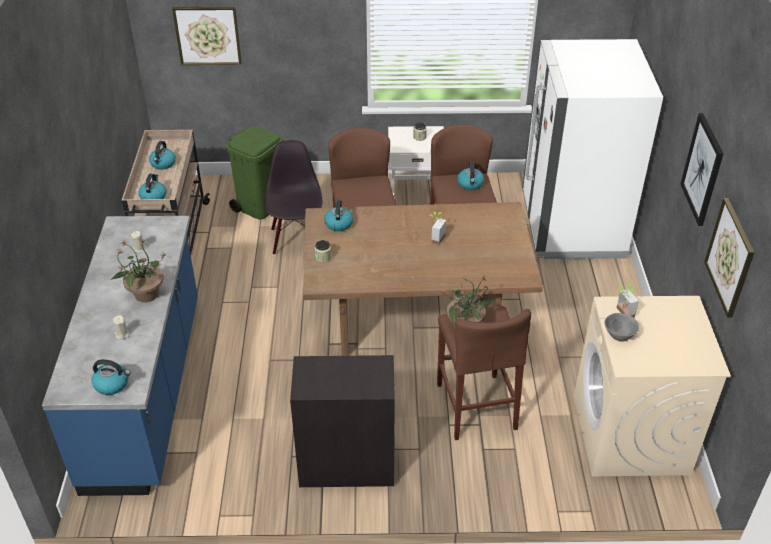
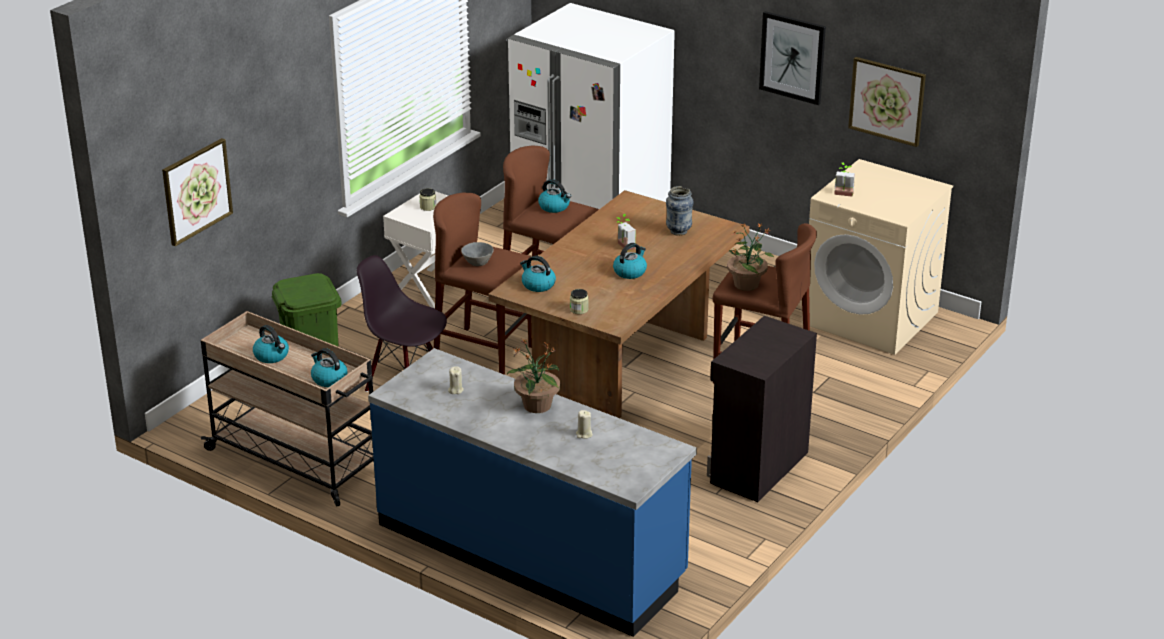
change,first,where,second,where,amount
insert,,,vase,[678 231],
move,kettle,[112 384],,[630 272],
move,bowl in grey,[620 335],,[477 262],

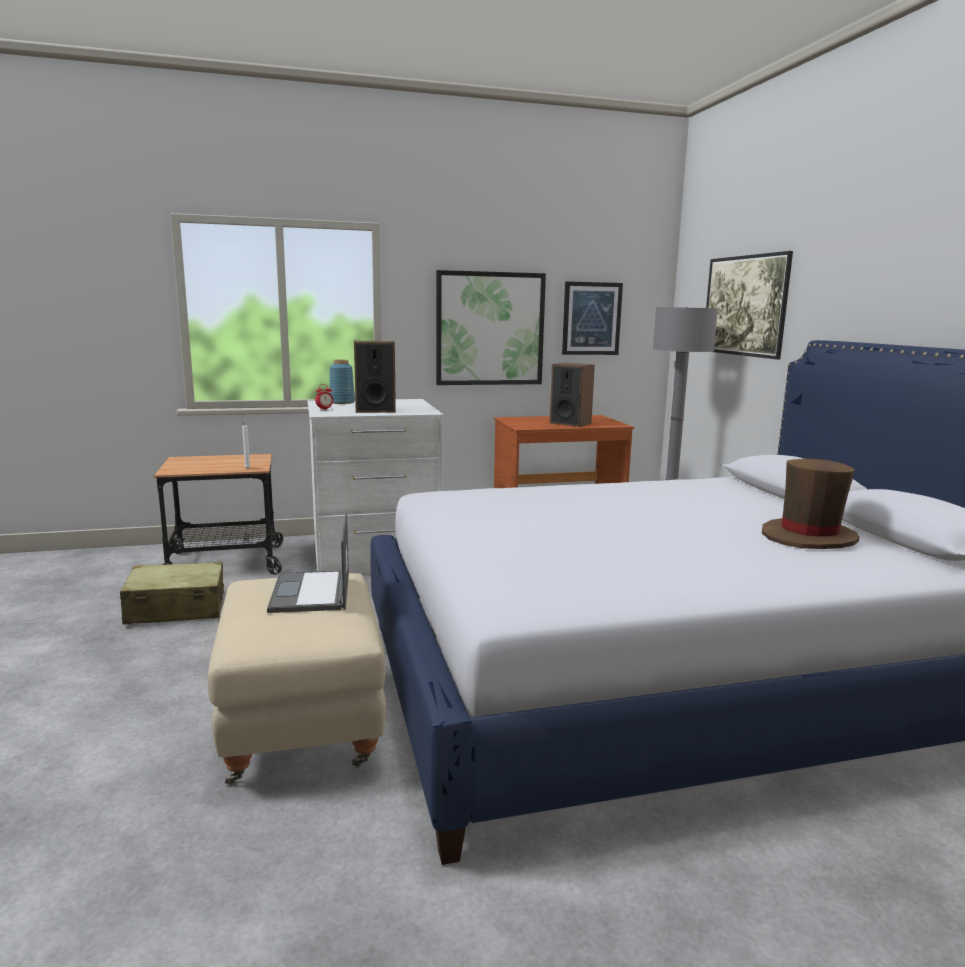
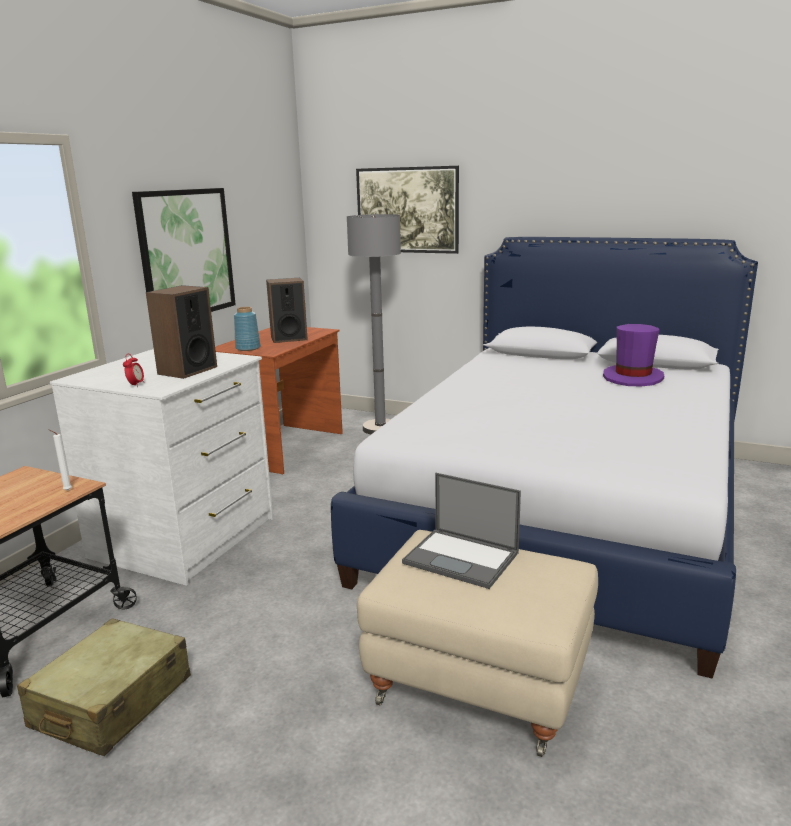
change,first,where,second,where,amount
delete,picture,[591 318],,,
move,vase in blue,[342 402],,[248 348],
recolor,hat in brown,[808 537],hat in purple,[633 377],

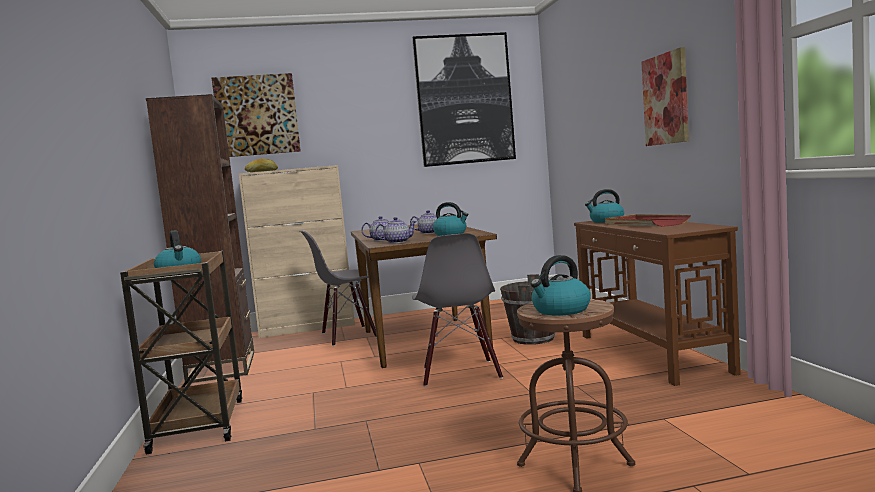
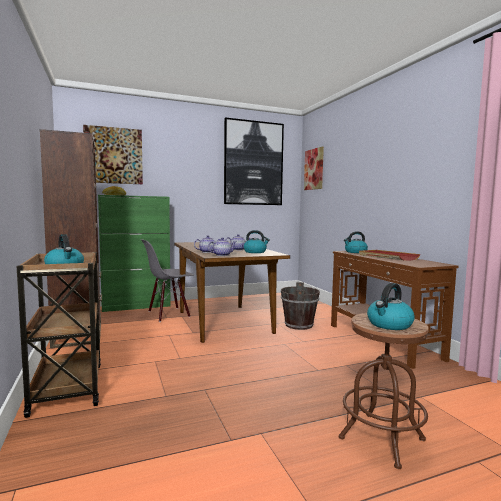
change,first,where,second,where,amount
delete,chair in grey,[460 373],,,
move,picture,[666 99],,[314 169],
recolor,cabinet in beige,[308 328],cabinet in green,[137 306],

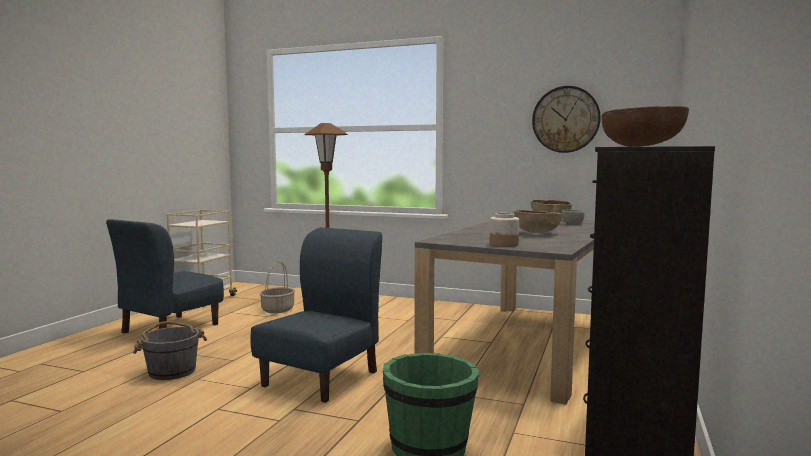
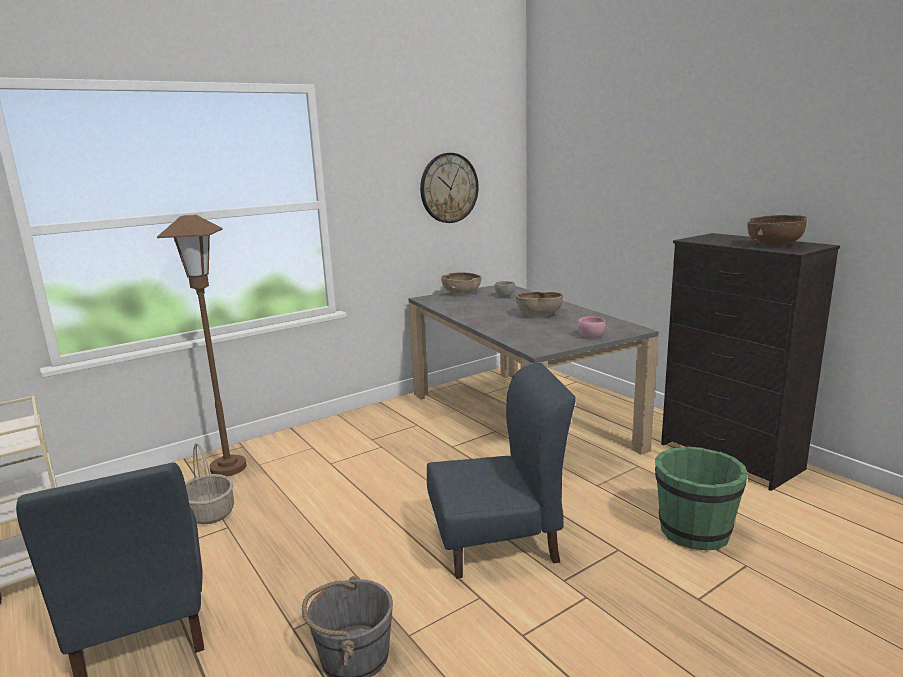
change,first,where,second,where,amount
replace,jar,[504 244],bowl in pink,[590 336],
rotate,chair in blue,[322 378],,[497 542],105 degrees clockwise

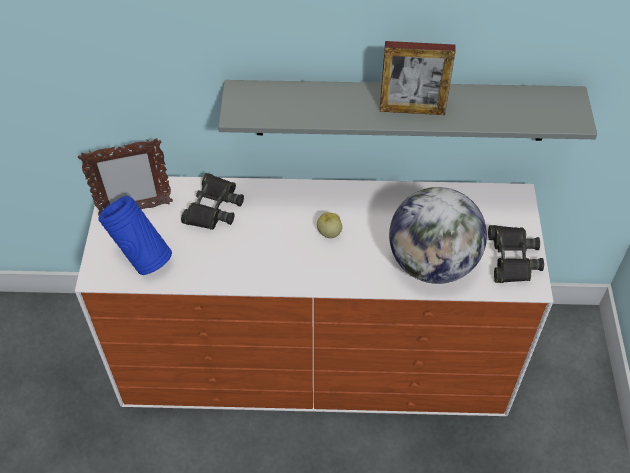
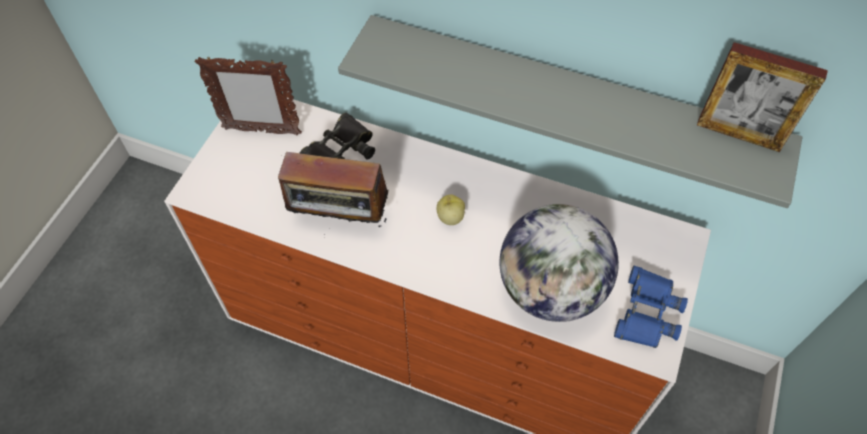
change,first,where,second,where,amount
delete,vase in blue,[141 259],,,
insert,,,radio,[339 218],
move,picture frame,[412 110],,[738 134],
recolor,binoculars in black,[512 258],binoculars in blue,[647 312],

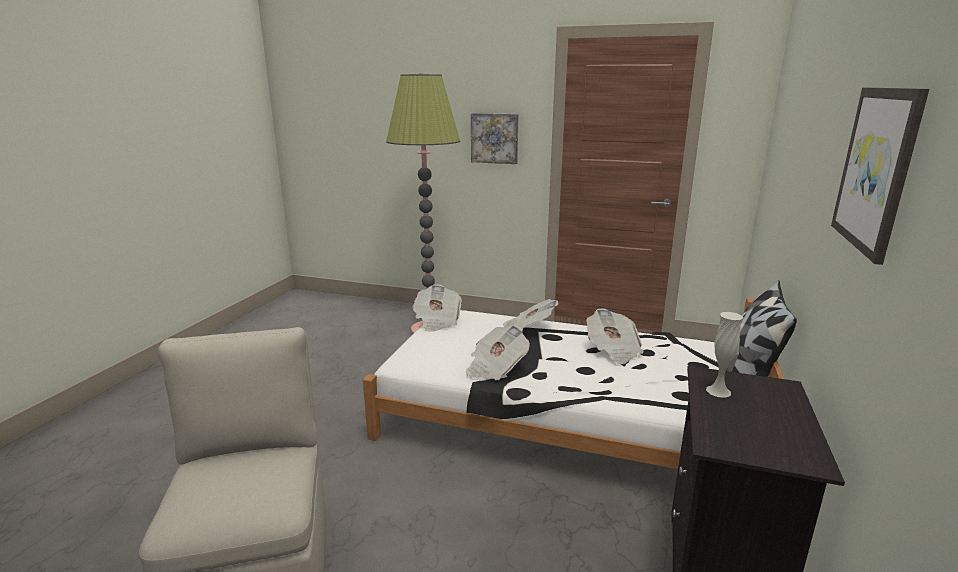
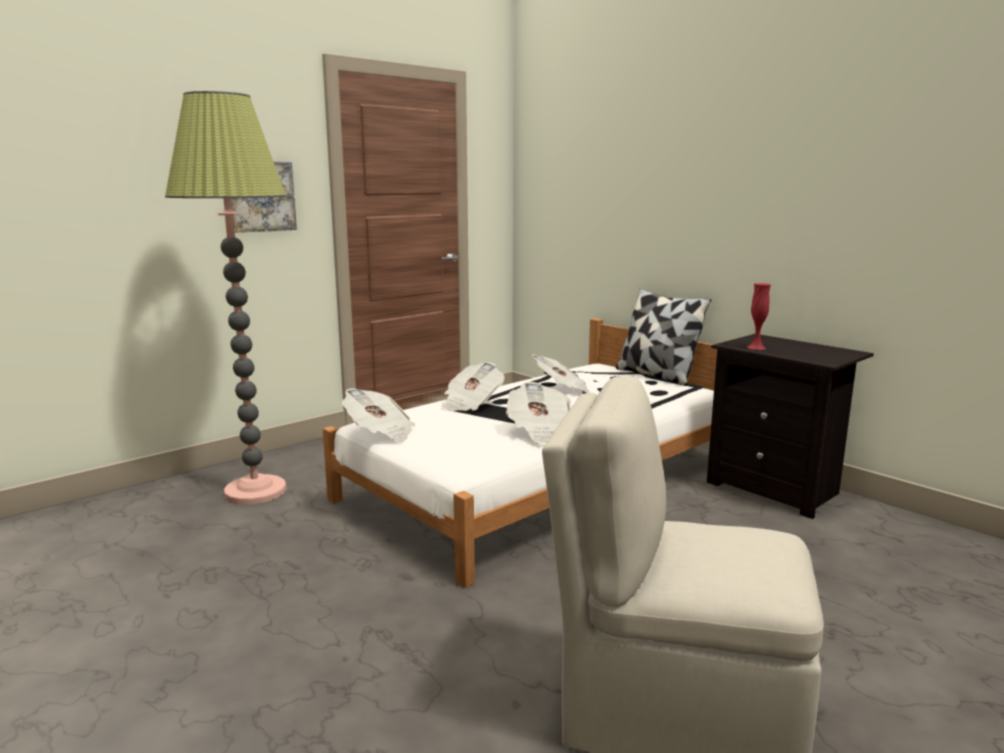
change,first,where,second,where,amount
delete,picture,[877 169],,,
recolor,vase in white,[718 391],vase in red,[756 347],

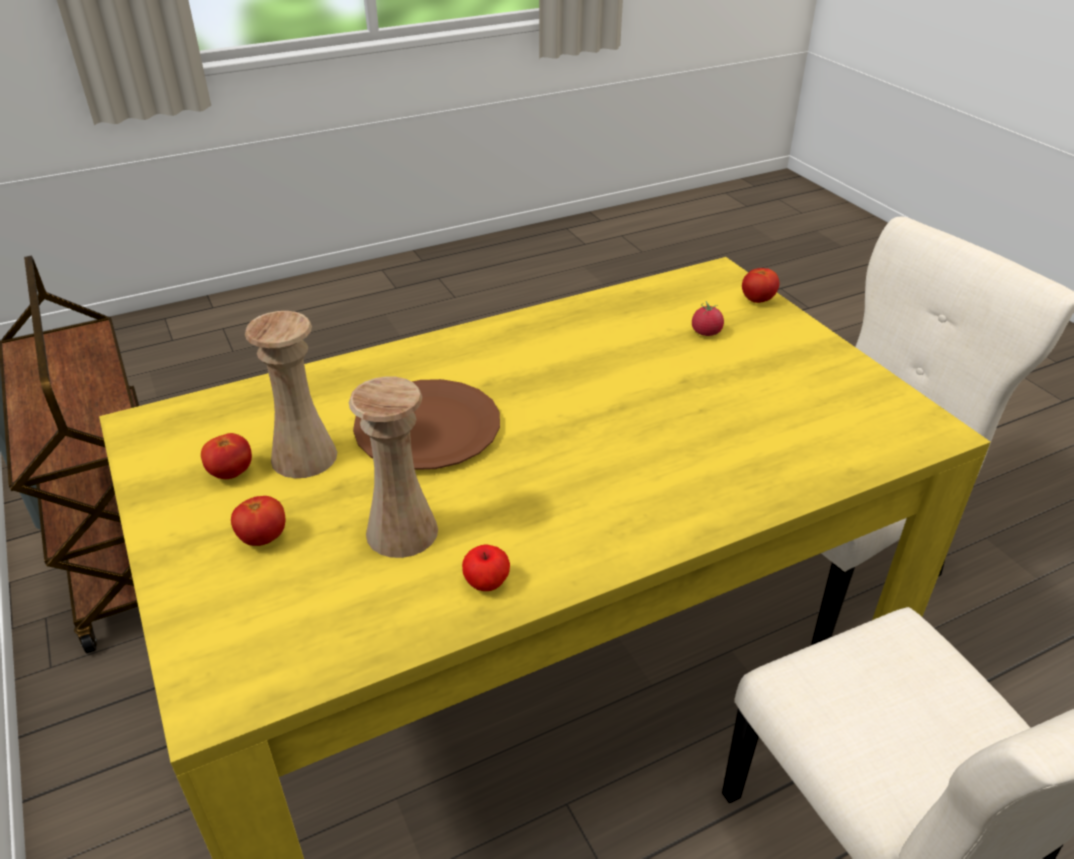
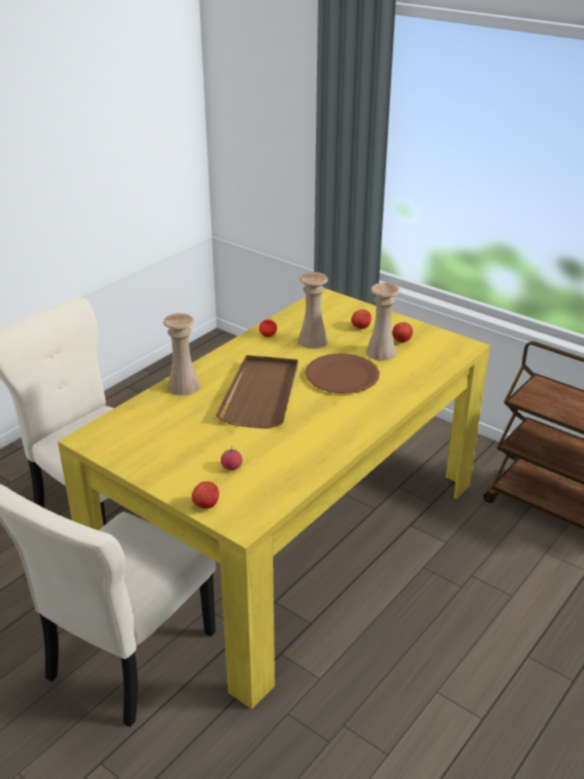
change,first,where,second,where,amount
insert,,,vase in beige,[183 386],
insert,,,tray in brown,[261 394],

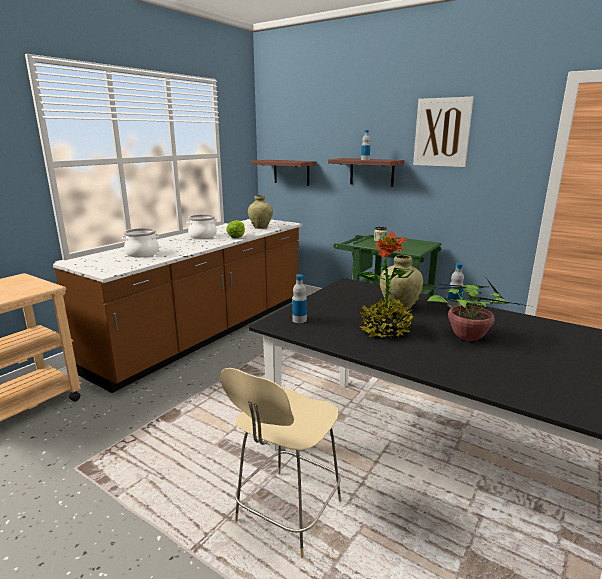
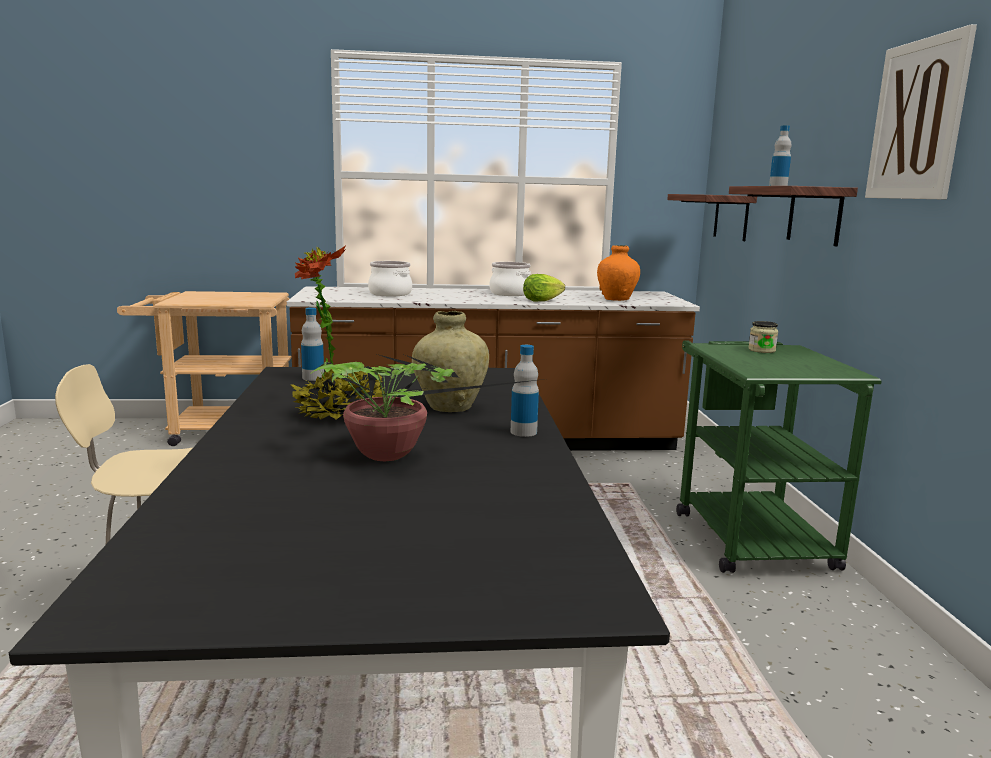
change,first,where,second,where,amount
recolor,vase in beige,[260 227],vase in orange,[616 299],

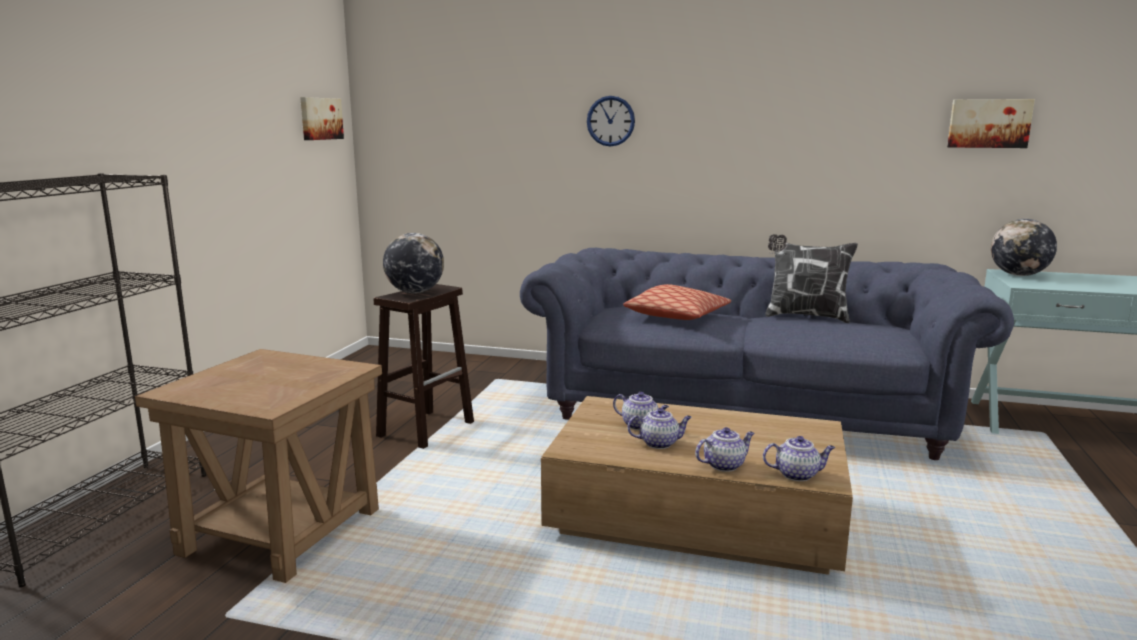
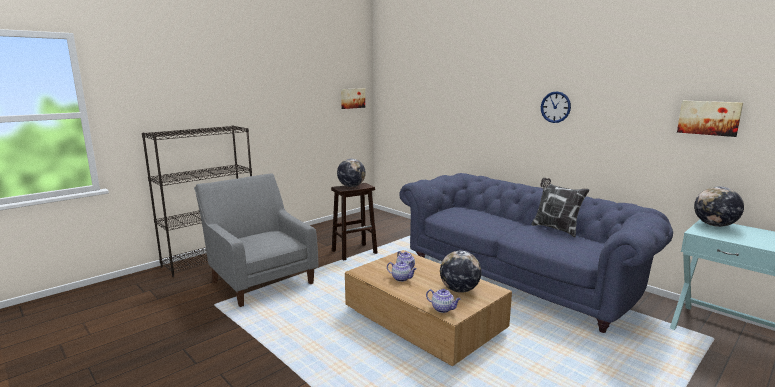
change,first,where,second,where,amount
delete,pillow,[677 316],,,
delete,teapot,[724 465],,,
insert,,,globe,[459 290],
move,wall clock,[610 121],,[555 107],
replace,side table in brown,[281 530],armchair in grey,[260 280],

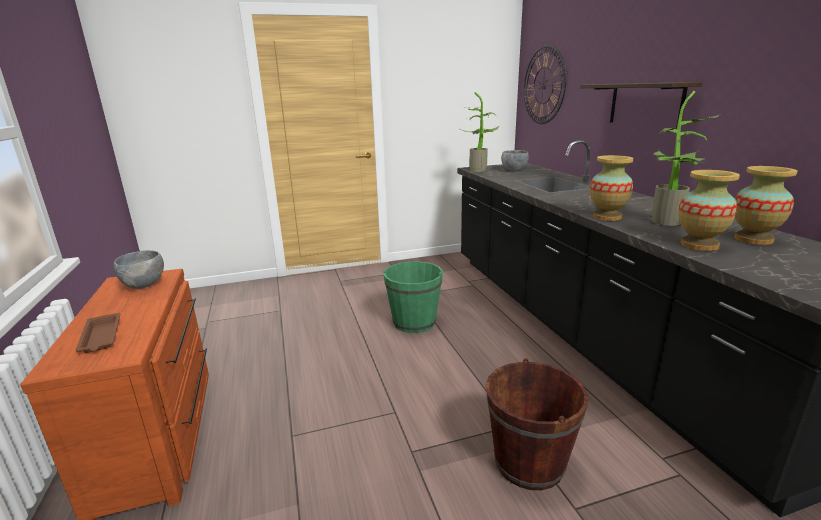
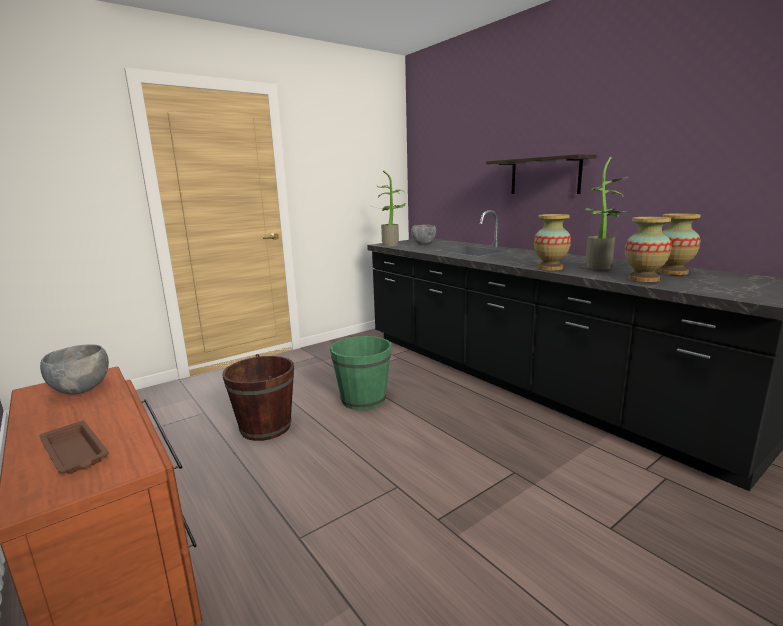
change,first,where,second,where,amount
delete,wall clock,[543 85],,,
move,bucket in brown,[529 462],,[265 427],

